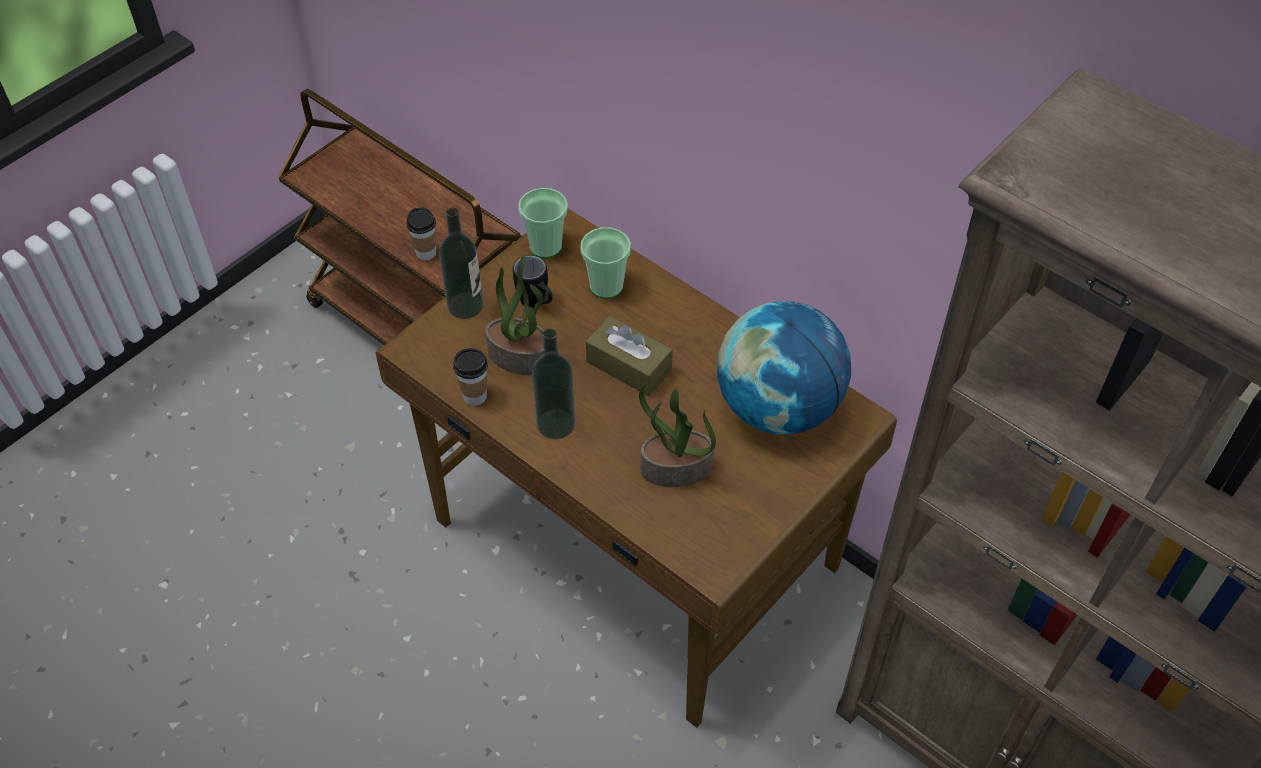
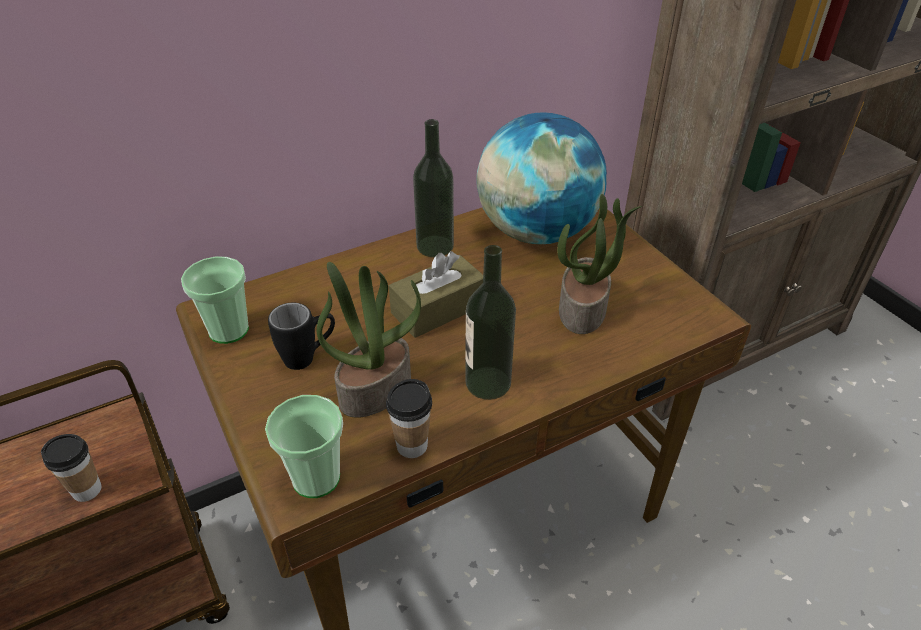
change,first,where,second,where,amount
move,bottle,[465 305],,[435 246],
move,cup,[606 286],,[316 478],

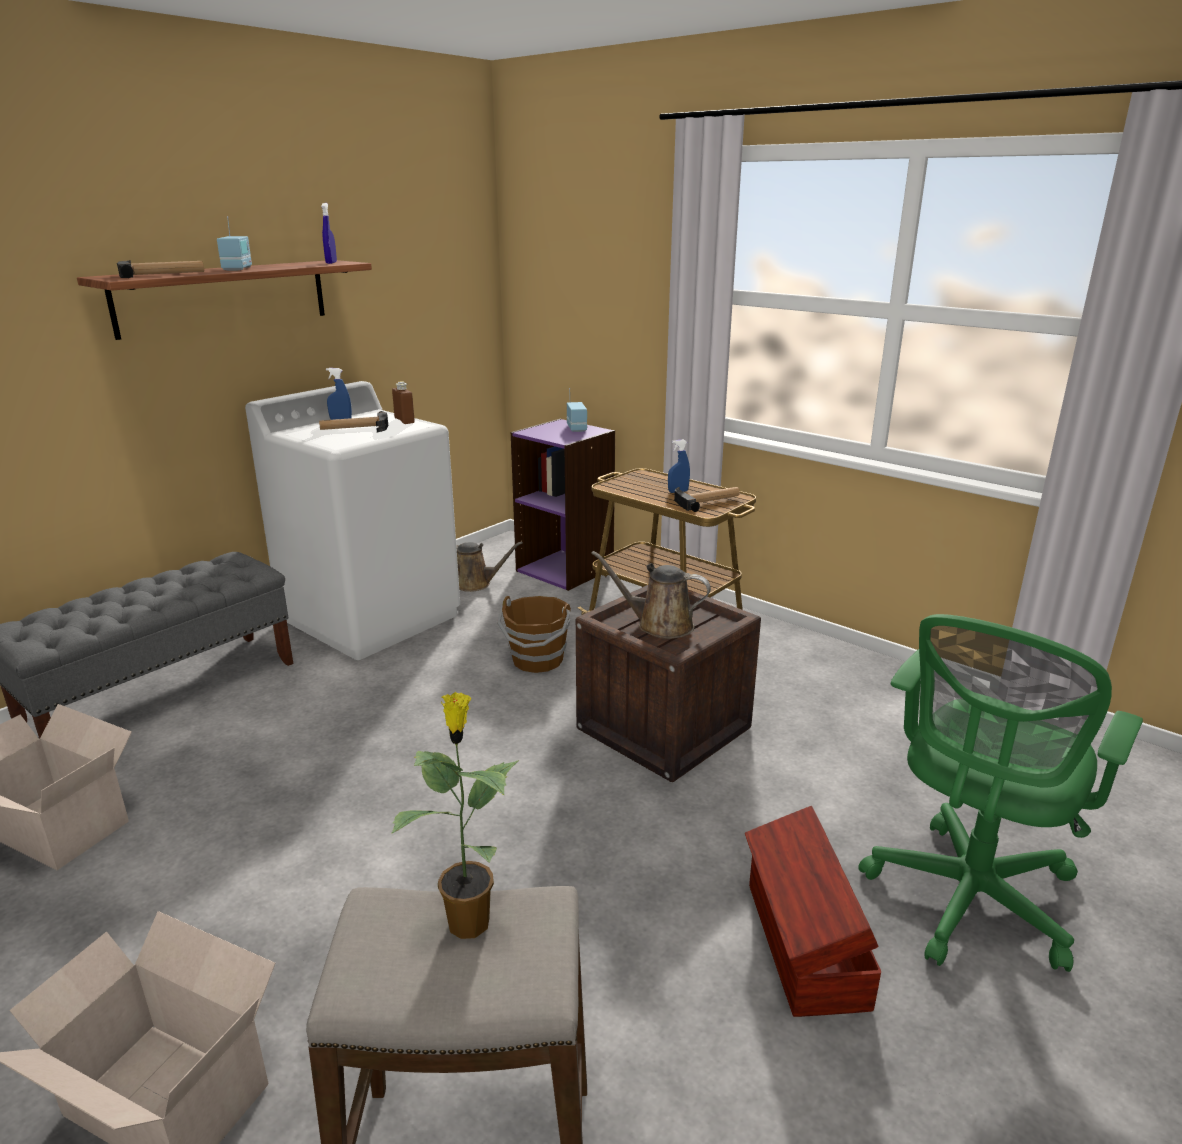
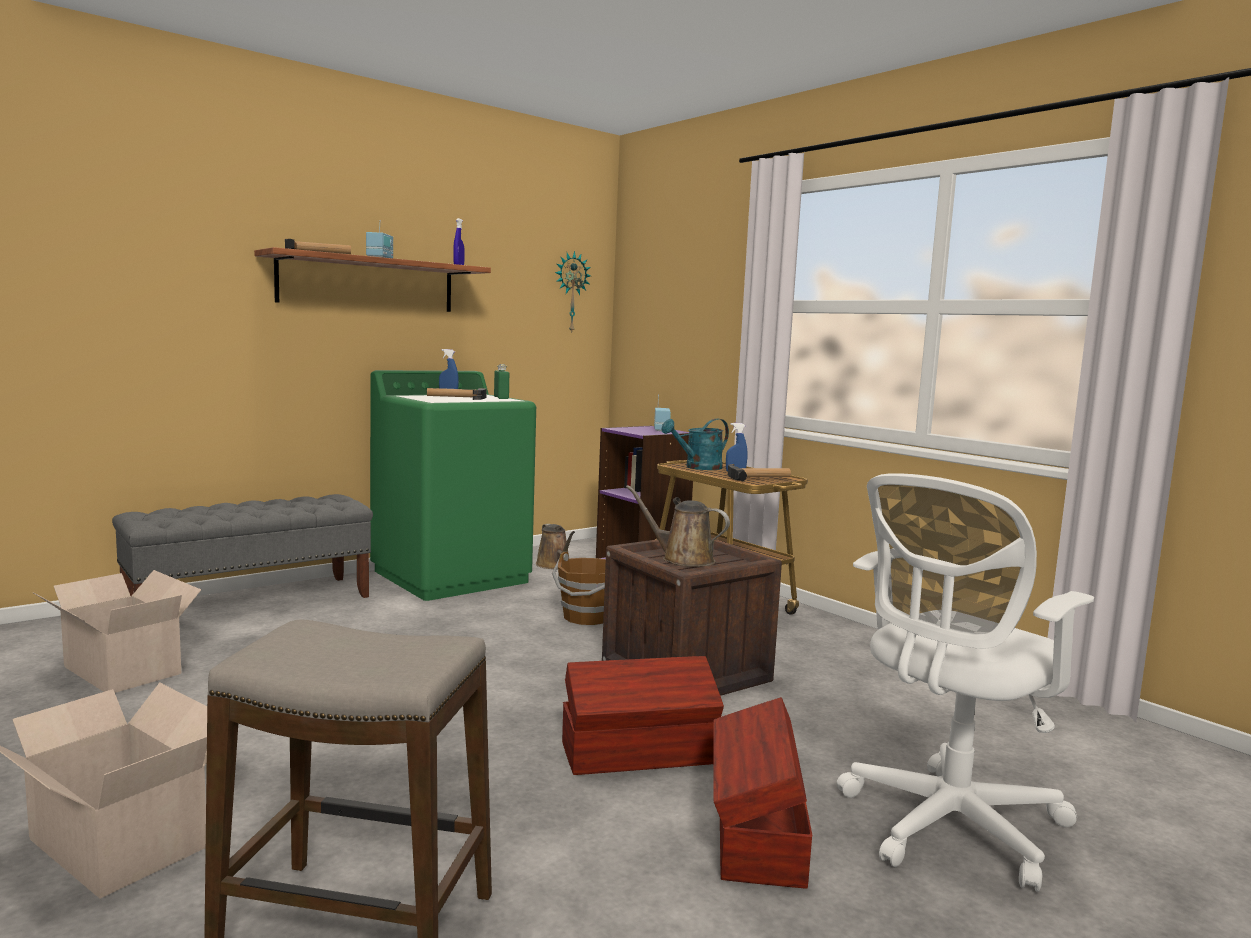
change,first,where,second,where,amount
delete,potted plant,[469 920],,,
insert,,,wall clock,[570 292],
insert,,,storage box in brown,[640 754],
insert,,,watering can in turquoise,[698 467],
recolor,washing machine in white,[372 617],washing machine in green,[452 576],
recolor,bottle in brown,[404 420],bottle in green,[501 398],
recolor,office chair in green,[967 902],office chair in white,[946 827],
rotate,watering can in brown,[475 583],,[554 565],45 degrees clockwise

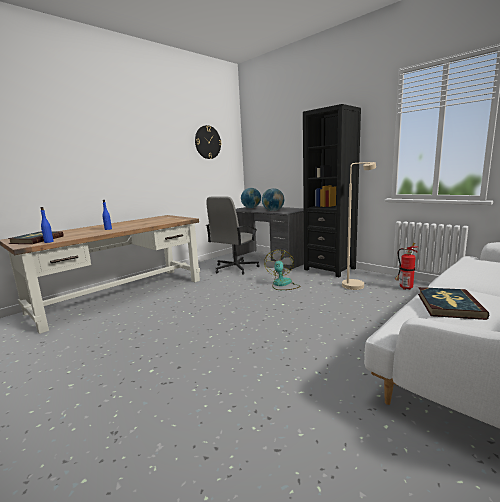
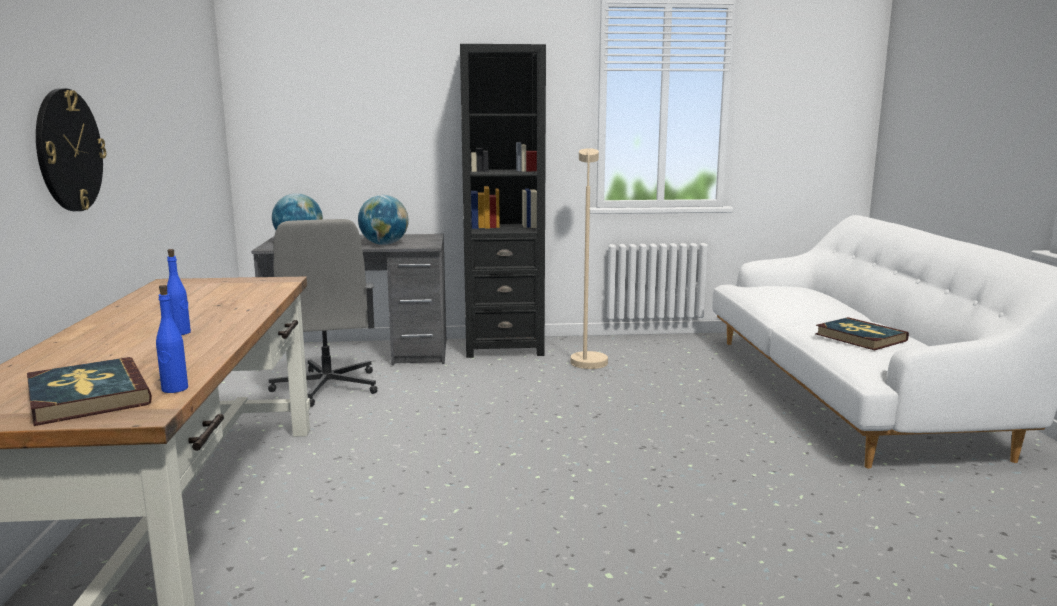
change,first,where,second,where,amount
delete,fan,[282 284],,,
delete,fire extinguisher,[404 288],,,
move,wall clock,[207 142],,[69 150],

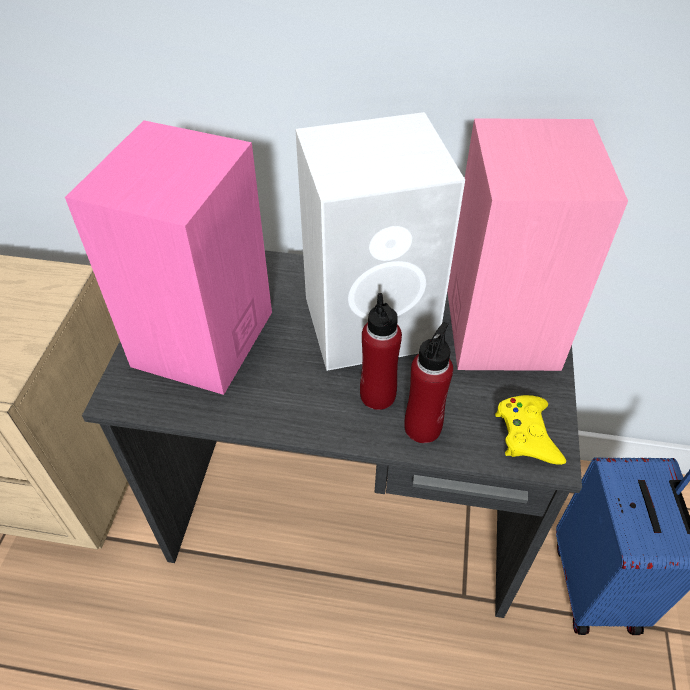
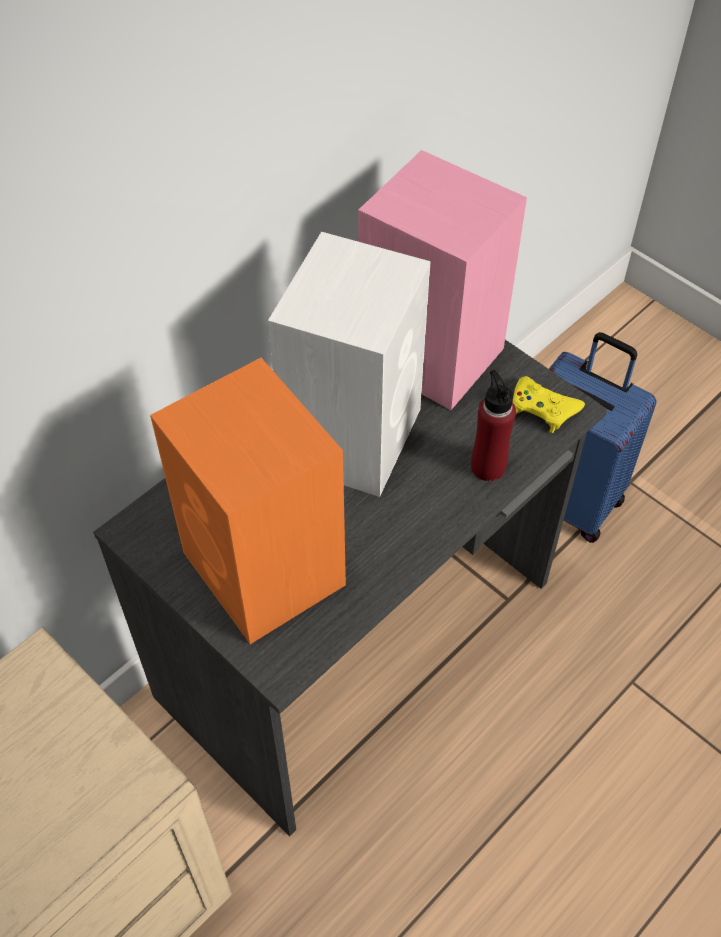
change,first,where,second,where,amount
delete,bottle in red,[377 395],,,
recolor,speaker in pink,[201 341],speaker in orange,[266 571],

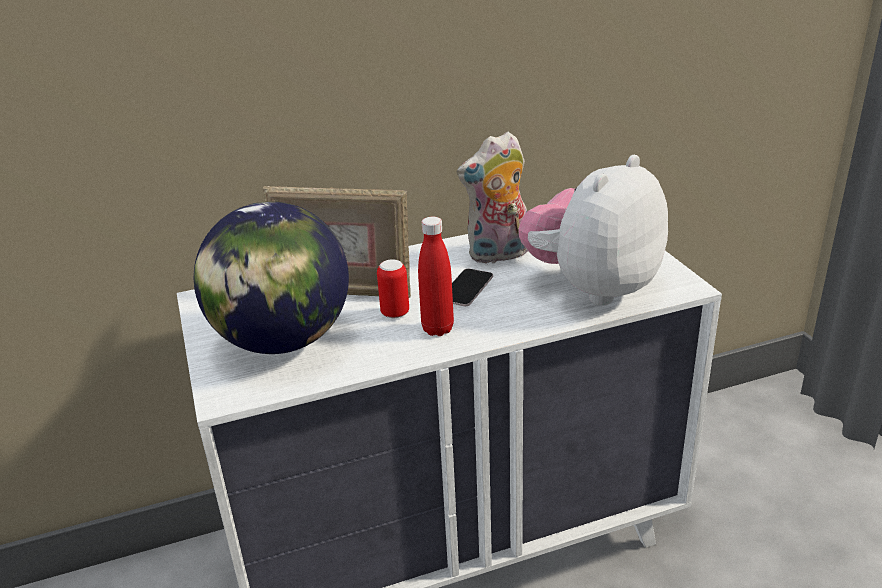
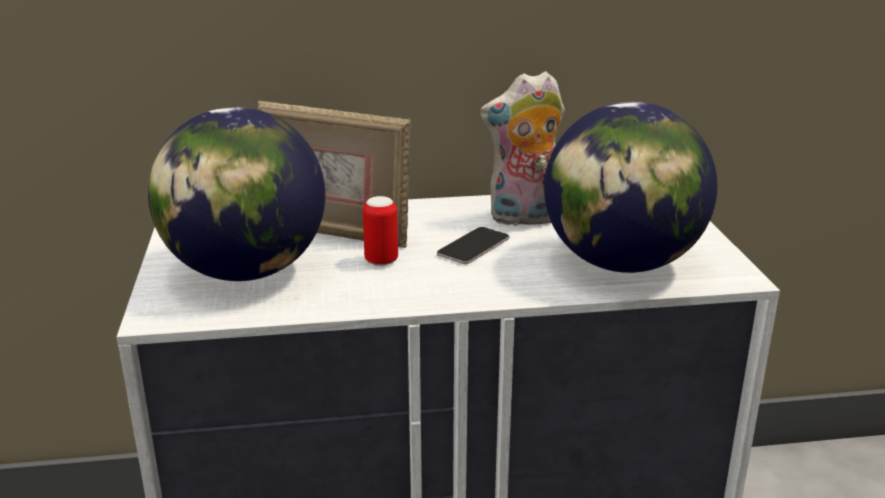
change,first,where,second,where,amount
delete,bottle in red,[437 329],,,
replace,plush toy,[592 287],globe,[621 264],

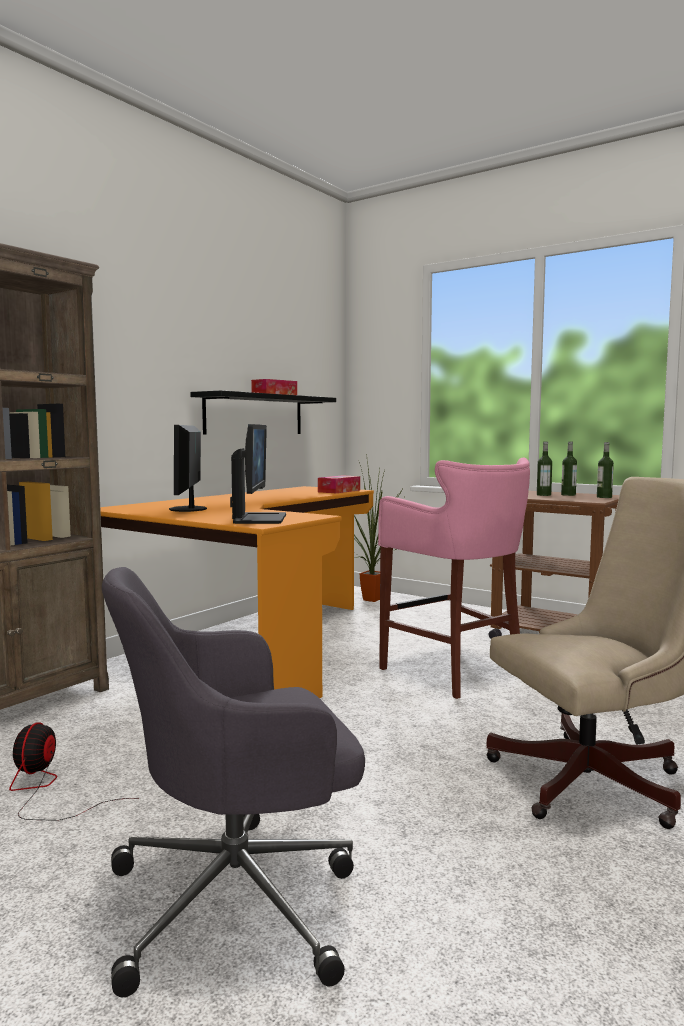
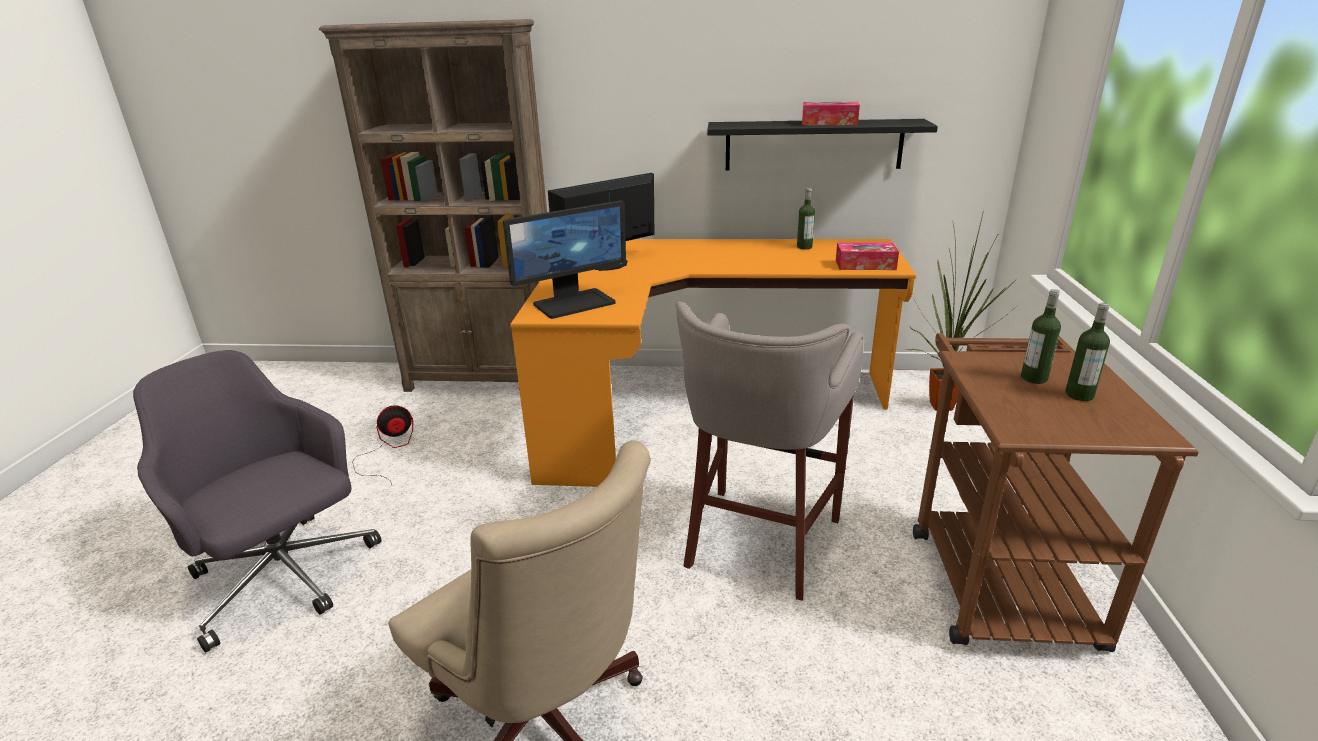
change,first,where,second,where,amount
move,bottle,[604 497],,[804 247],
recolor,stool in pink,[455 673],stool in grey,[759 543],

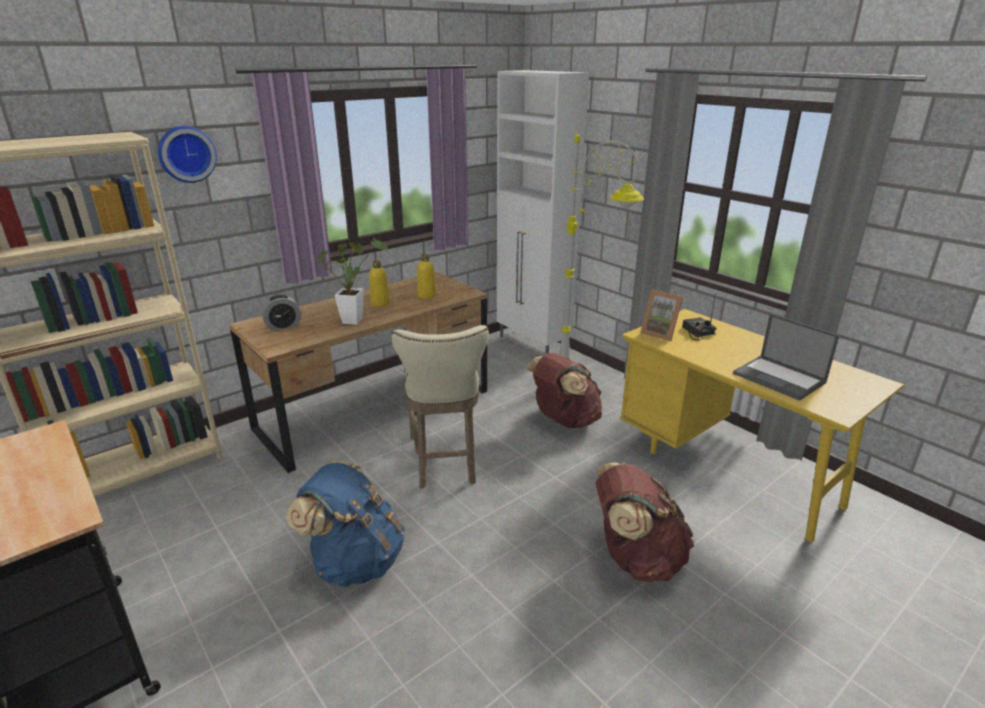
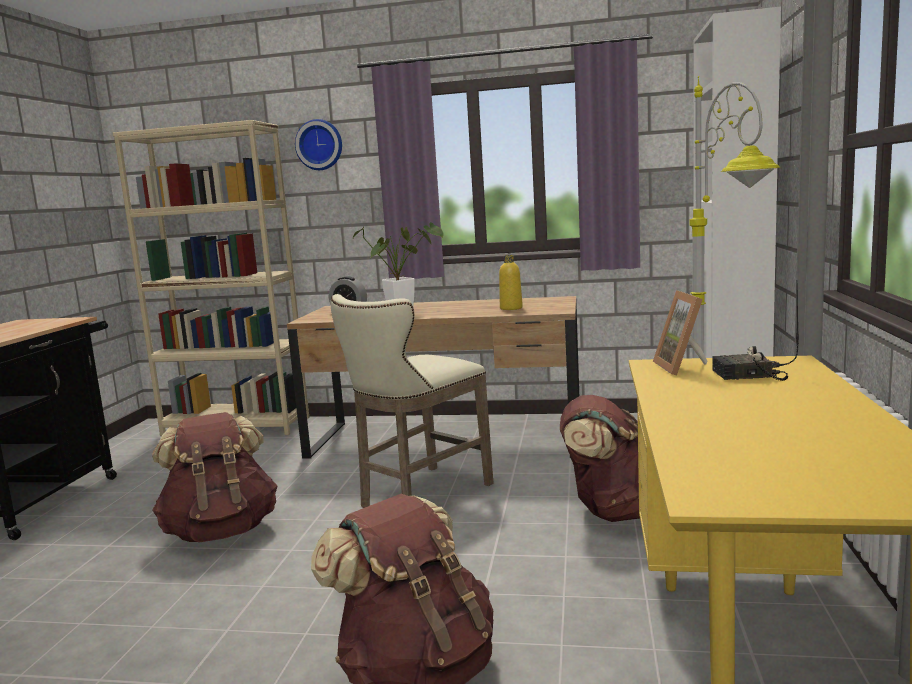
change,first,where,second,where,amount
delete,bottle in yellow,[380 303],,,
delete,laptop,[780 378],,,
recolor,backpack in blue,[355 561],backpack in brown,[221 531],
rotate,radio,[697 332],,[748 376],120 degrees counterclockwise

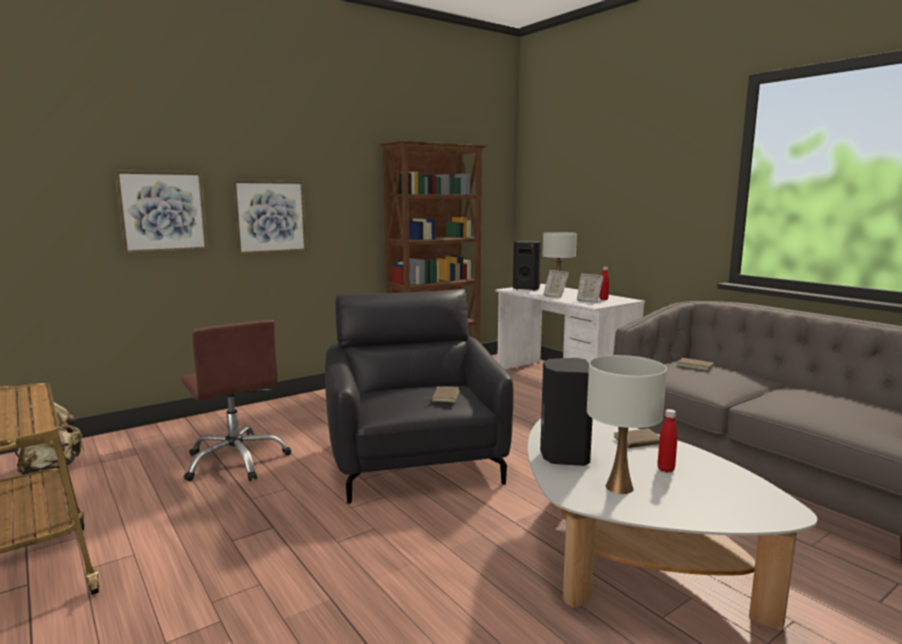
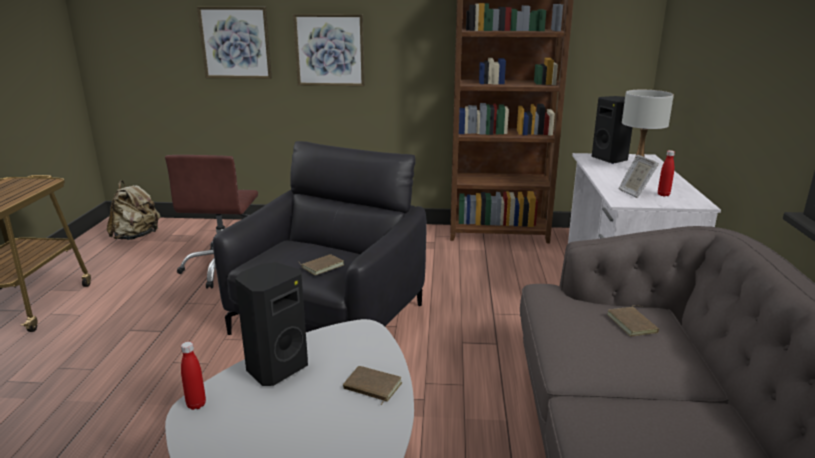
change,first,where,second,where,amount
delete,picture frame,[554 296],,,
delete,table lamp in white,[619 487],,,
move,bottle in red,[665 469],,[196 404],

